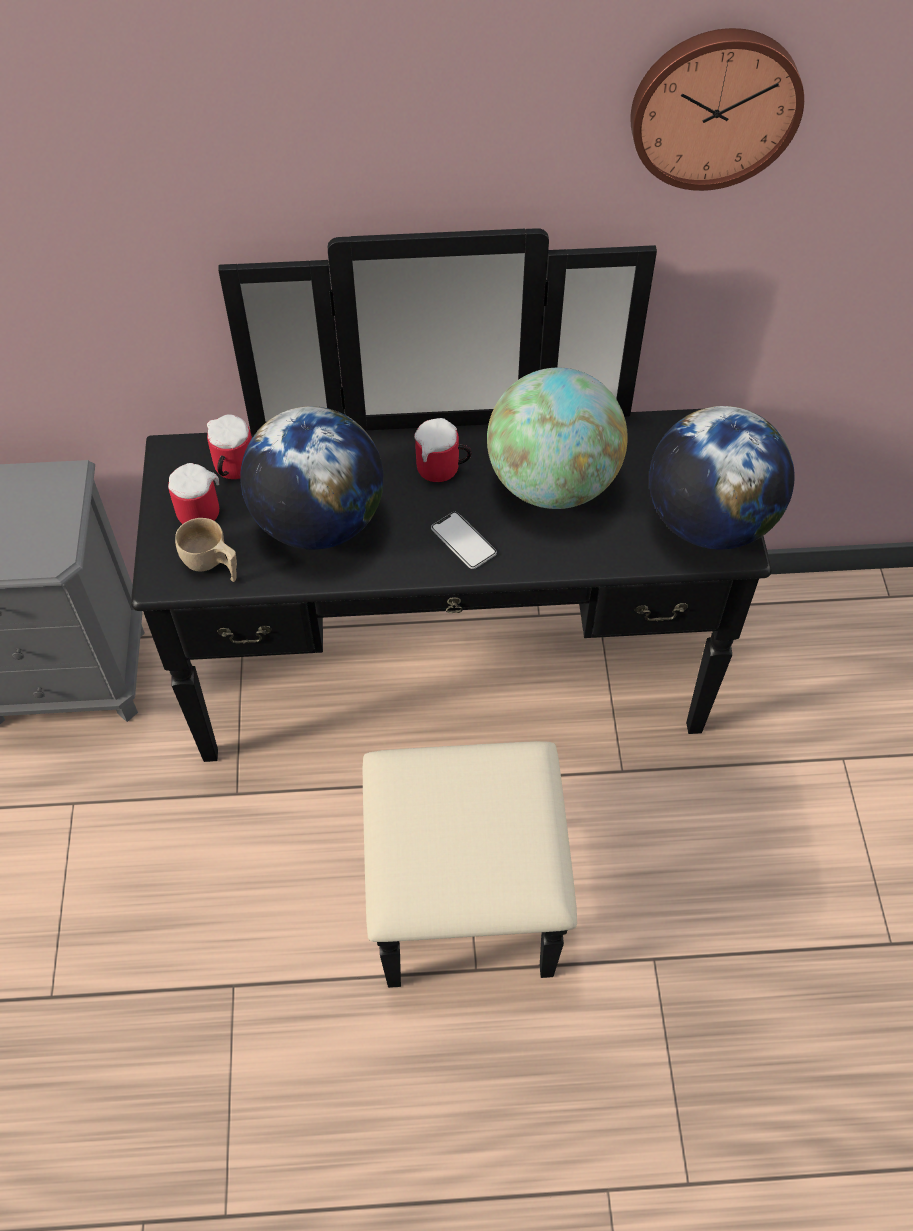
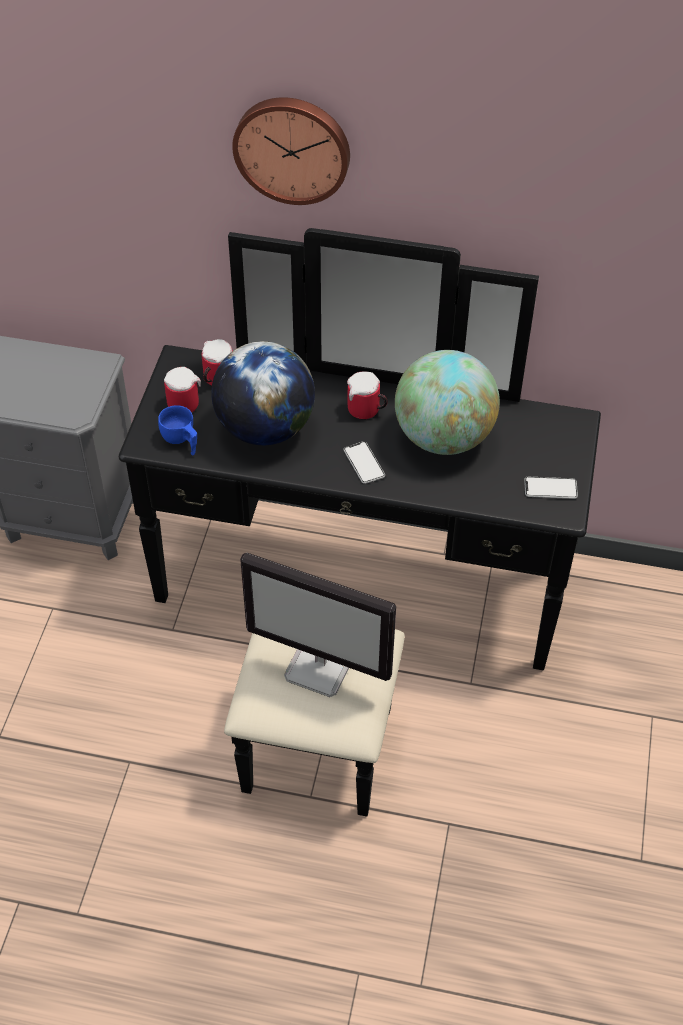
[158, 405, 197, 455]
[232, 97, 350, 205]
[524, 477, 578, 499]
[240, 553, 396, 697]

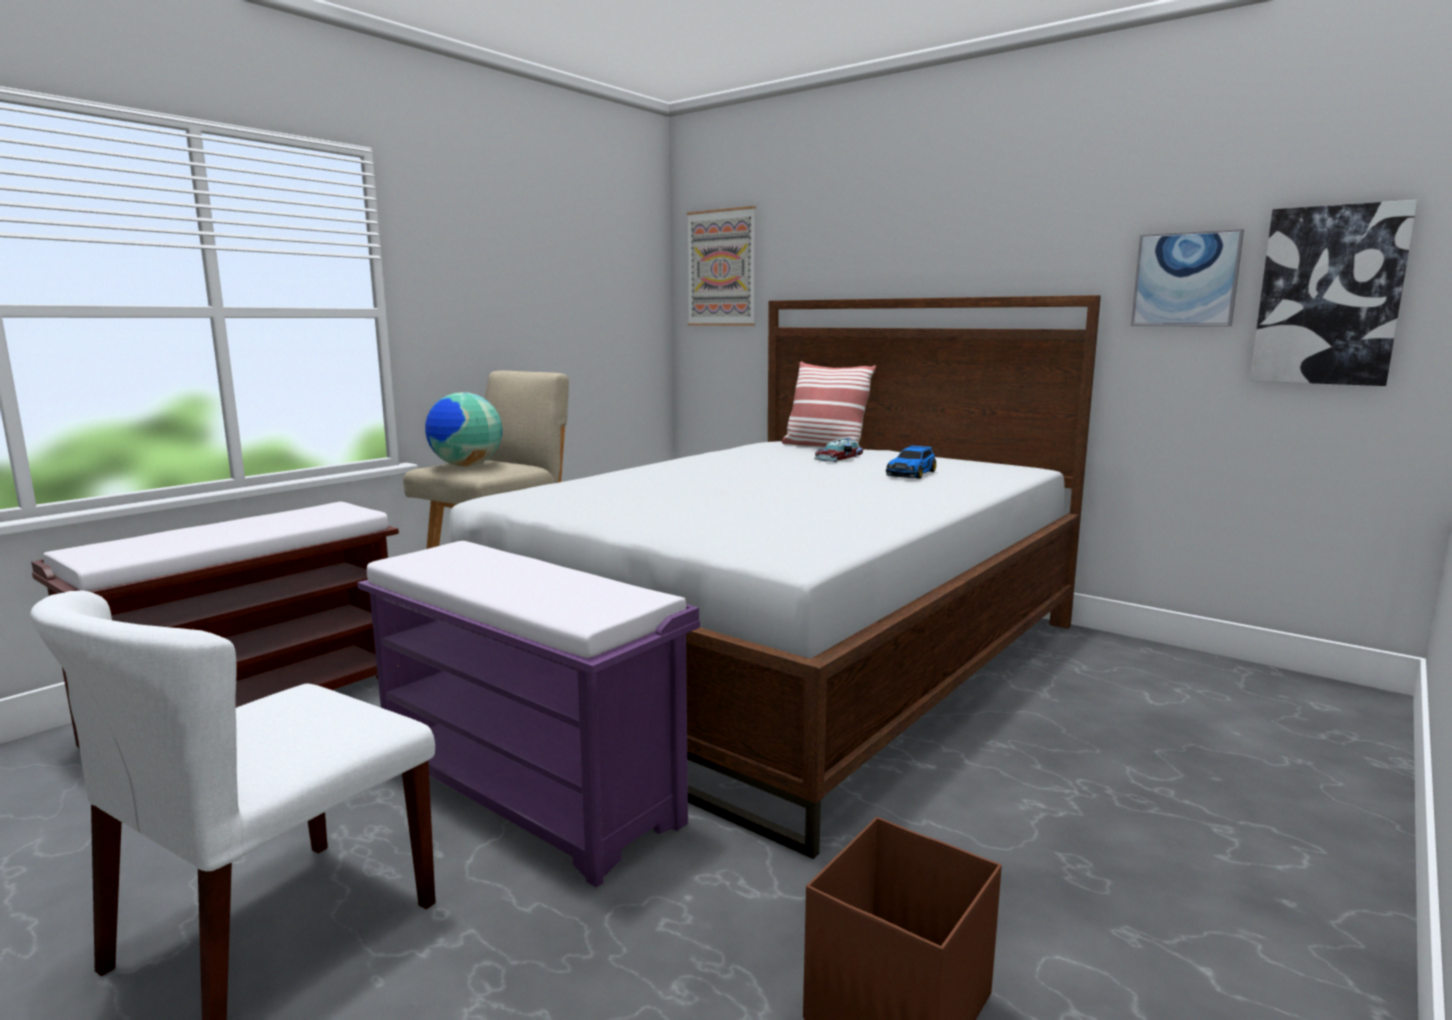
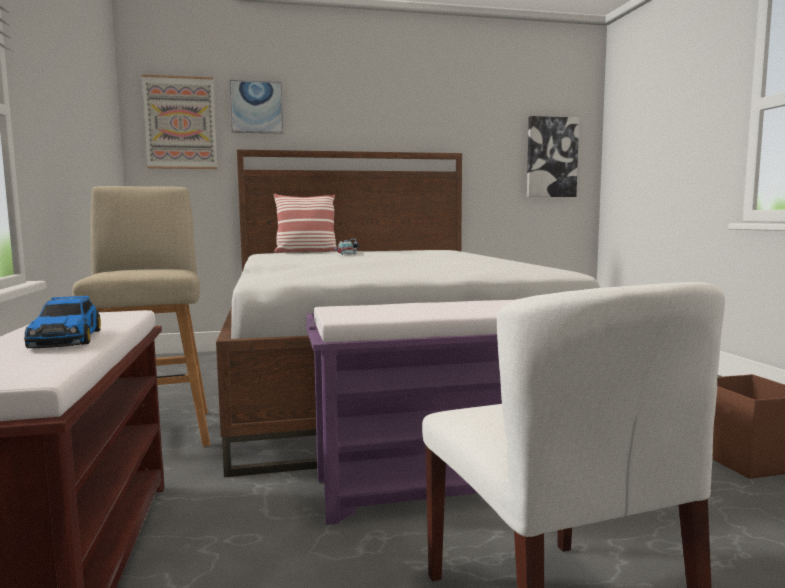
[425, 392, 502, 467] (first image)
[24, 296, 101, 348]
[230, 80, 283, 134]

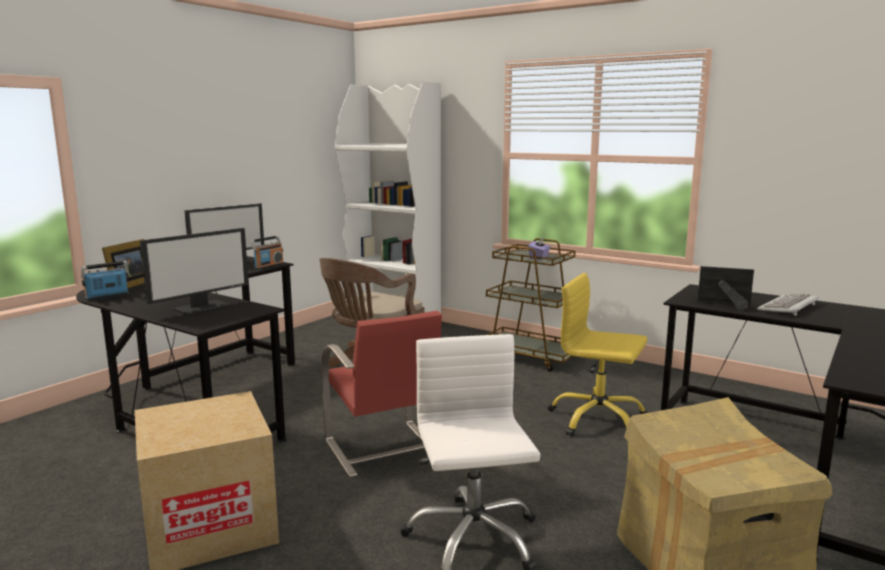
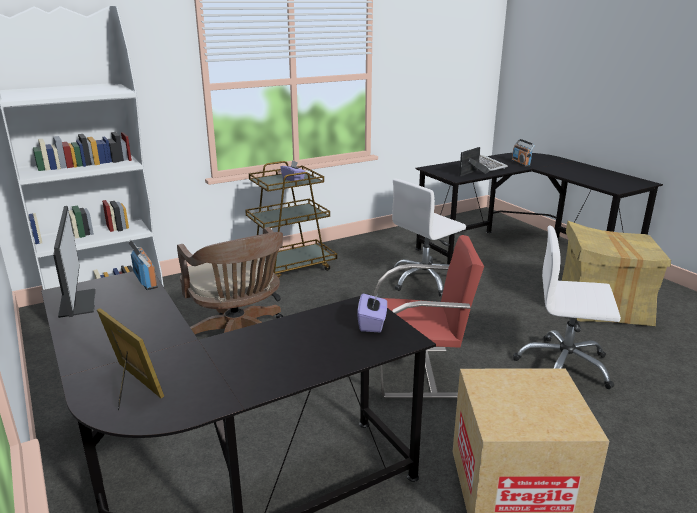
[511, 139, 535, 167]
[140, 228, 249, 315] (first image)
[391, 178, 466, 296]
[357, 291, 387, 332]

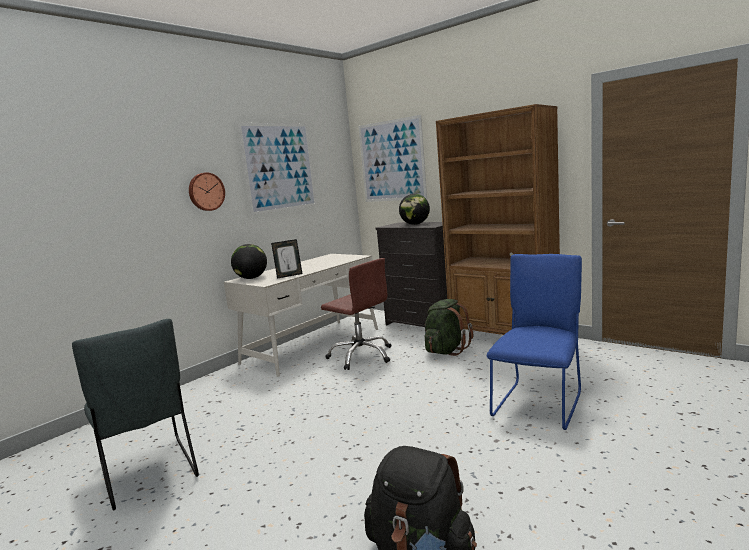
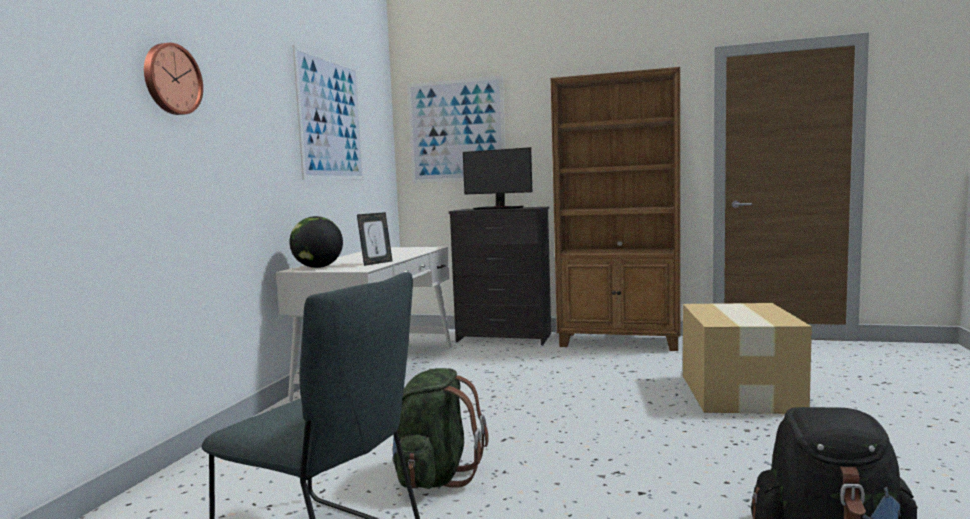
[144, 43, 203, 115]
[321, 258, 391, 370] (first image)
[463, 147, 532, 210]
[393, 368, 489, 489]
[683, 303, 812, 414]

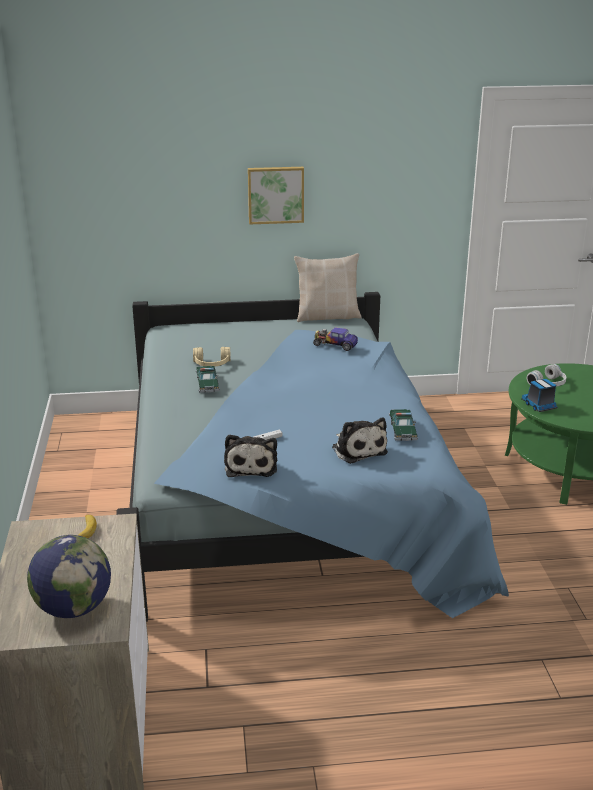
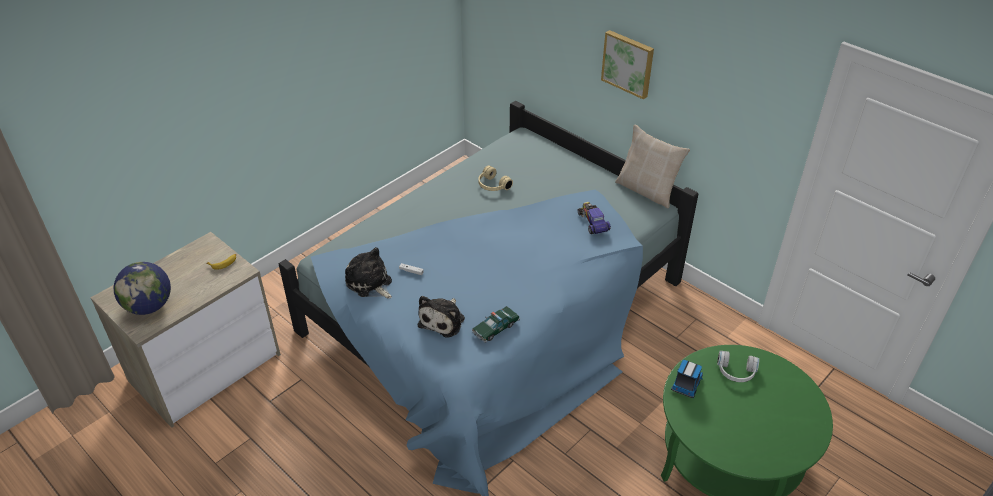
[196, 366, 220, 393] (first image)
[345, 247, 392, 299]

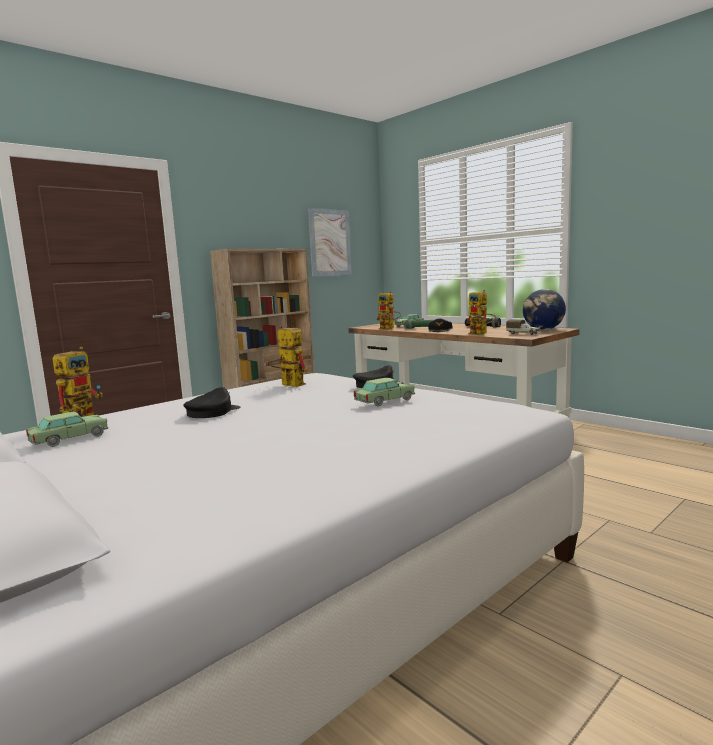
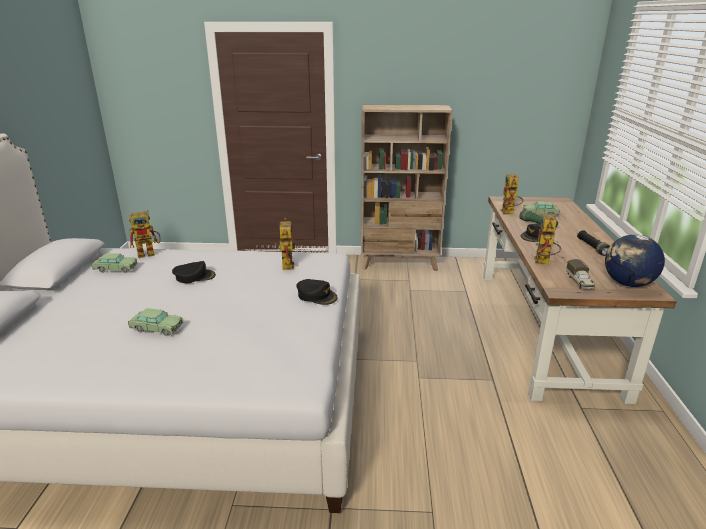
[308, 208, 352, 277] (first image)
[128, 308, 183, 336]

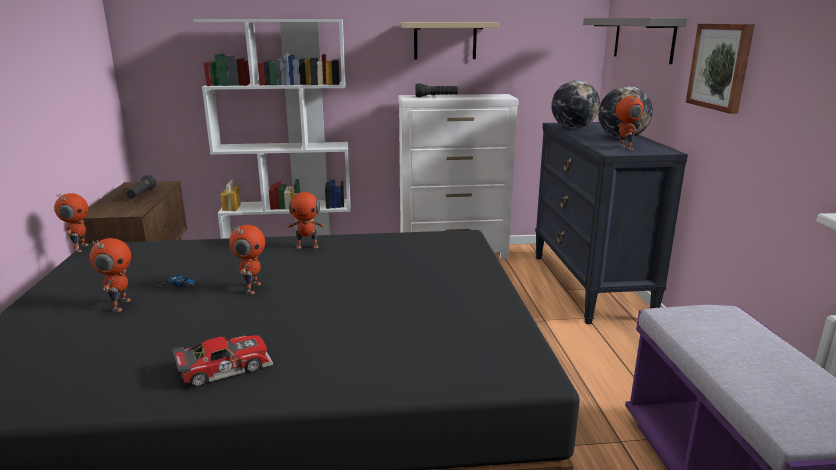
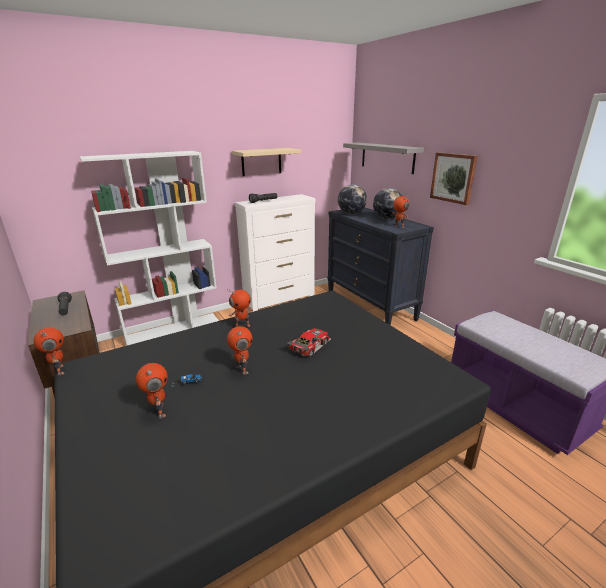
[288, 328, 331, 357]

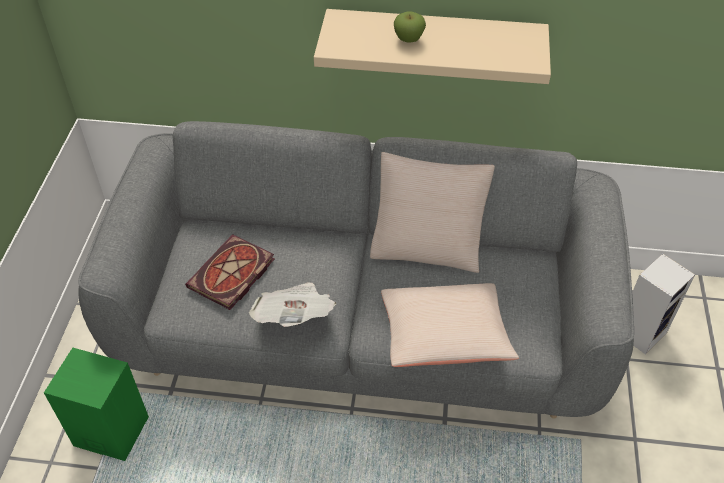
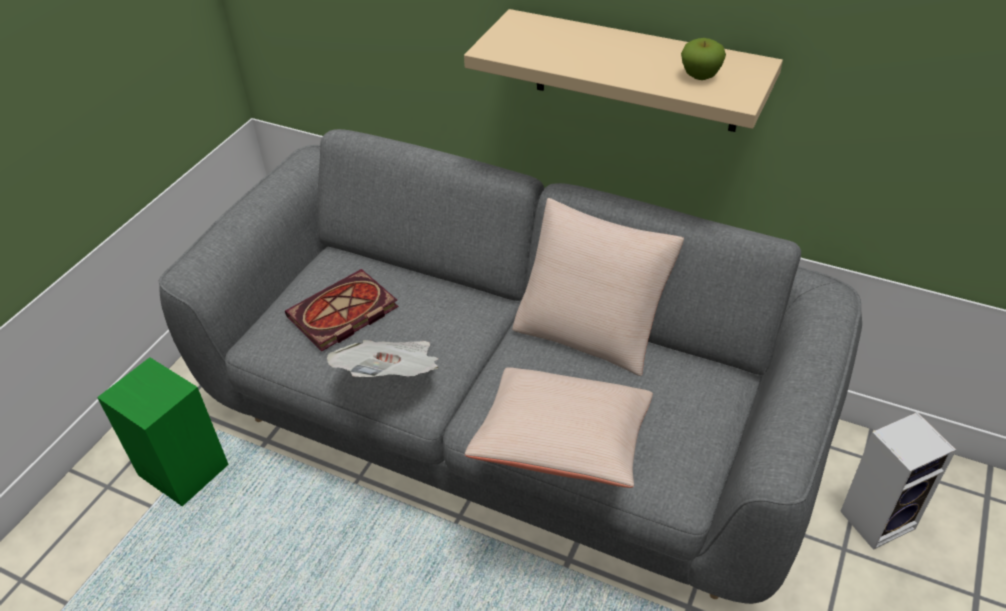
[681, 38, 726, 80]

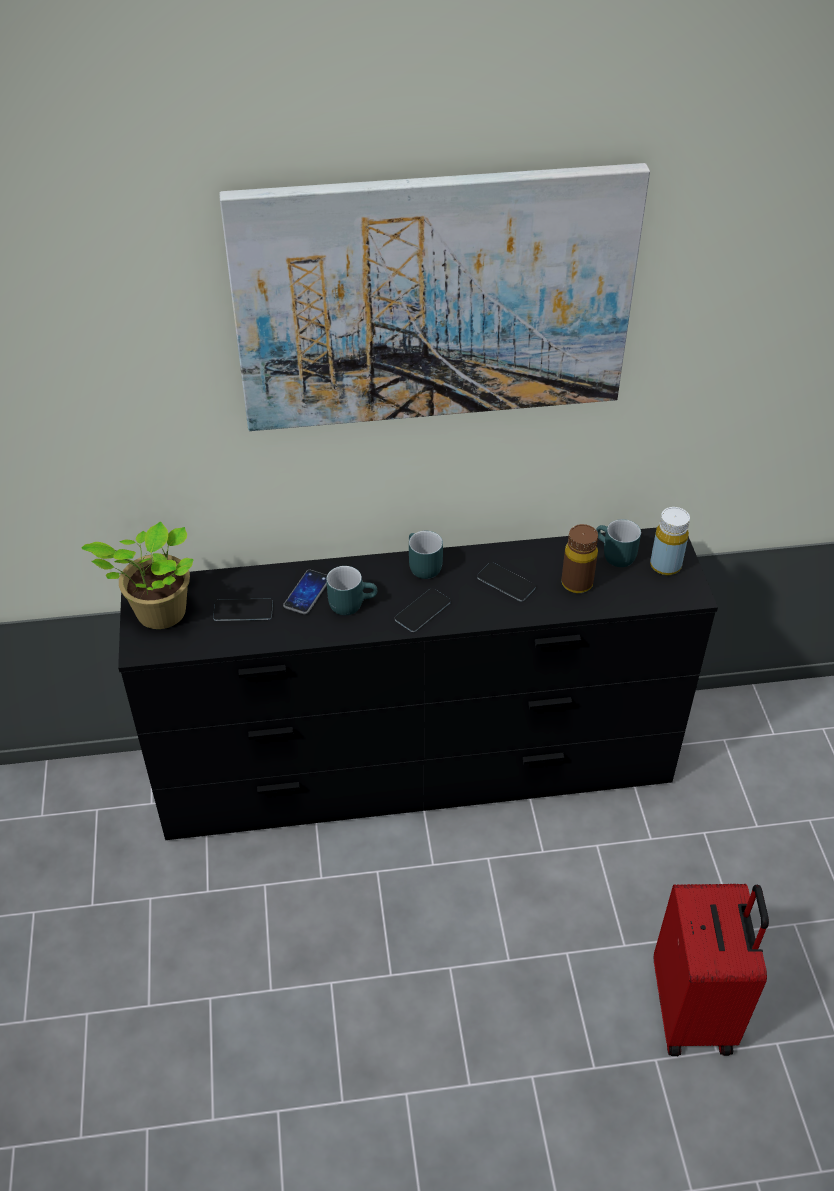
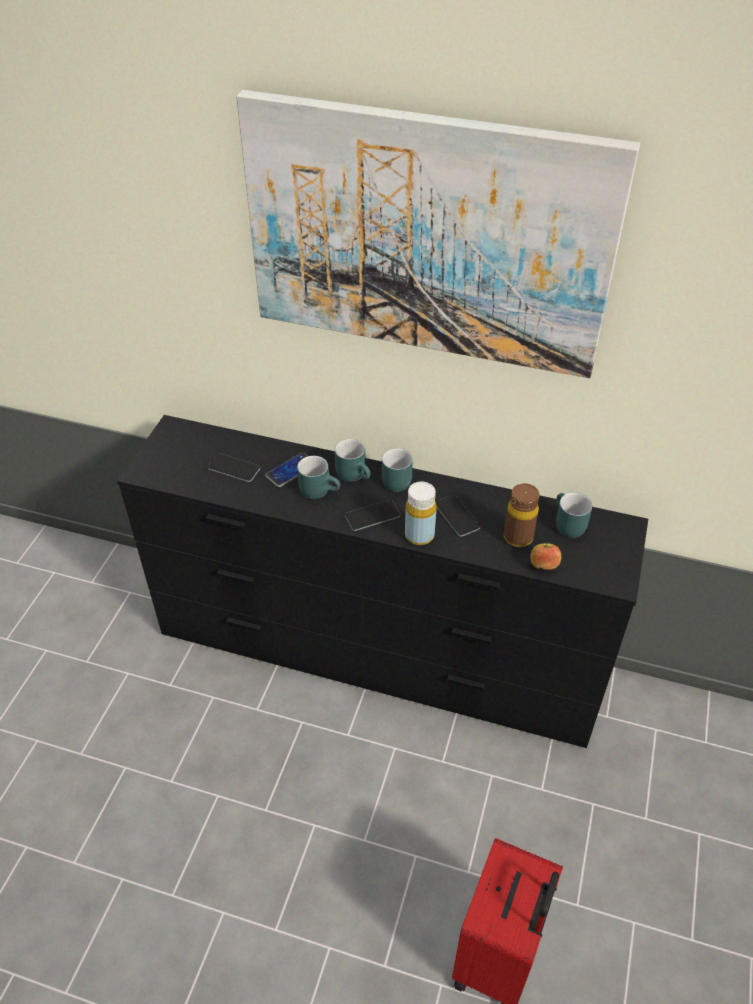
[81, 521, 194, 629] (first image)
[405, 482, 436, 545]
[335, 439, 370, 482]
[530, 542, 562, 570]

